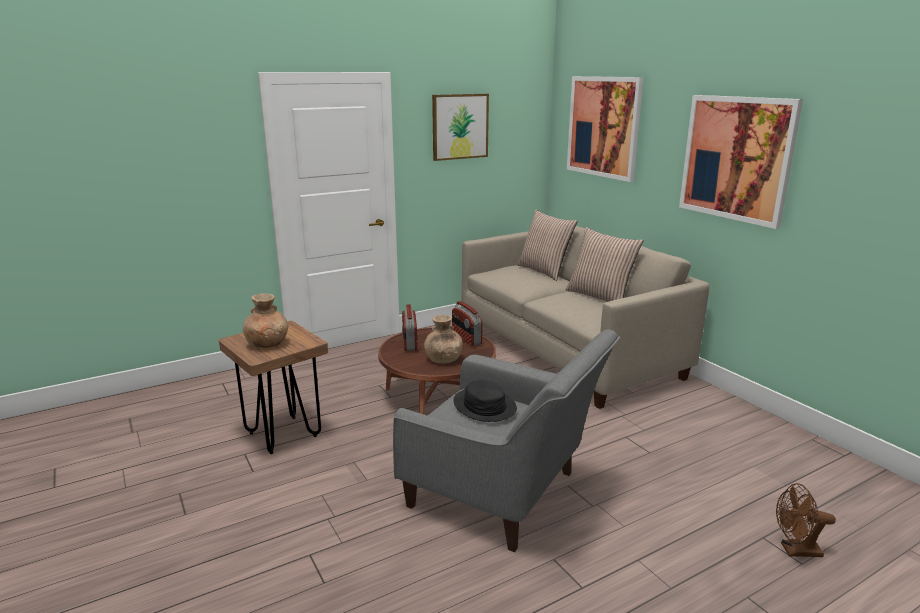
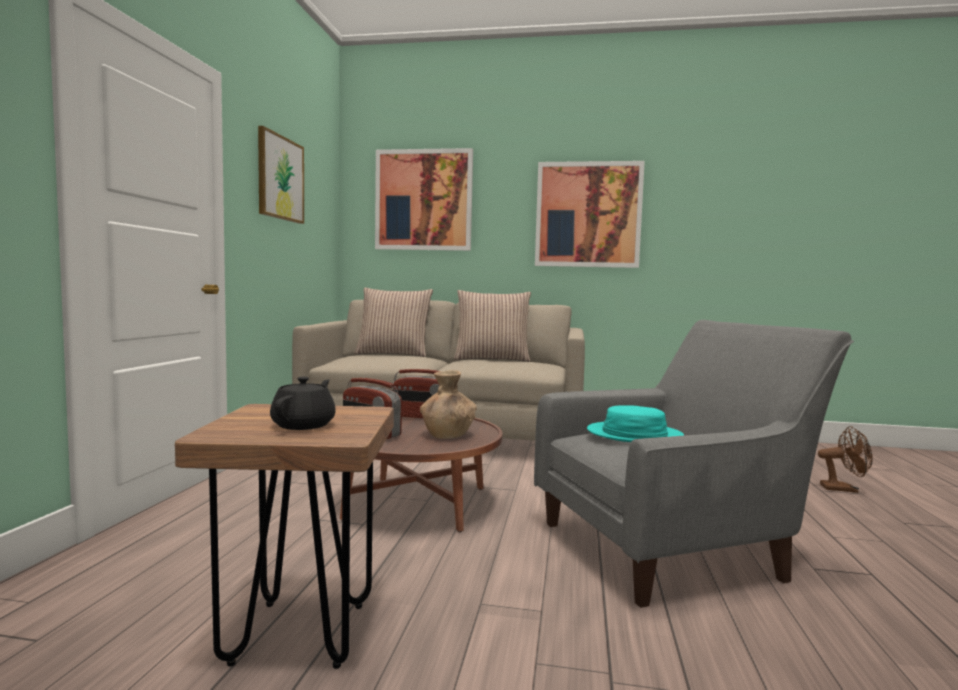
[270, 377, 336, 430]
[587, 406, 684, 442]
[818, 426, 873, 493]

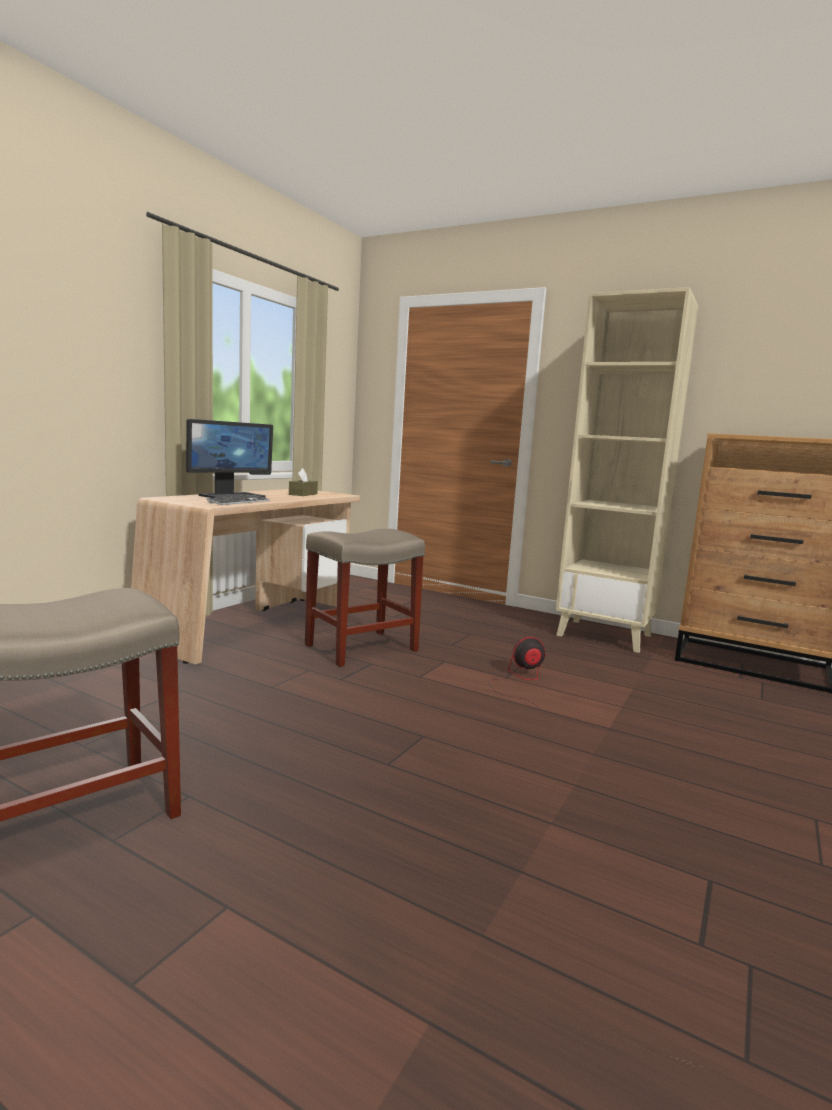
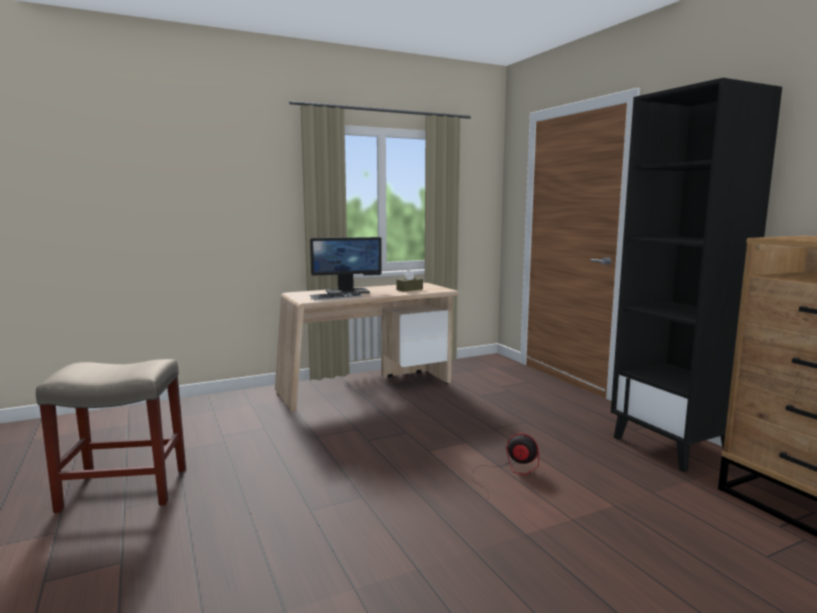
[305, 529, 425, 667] (first image)
[611, 78, 782, 472]

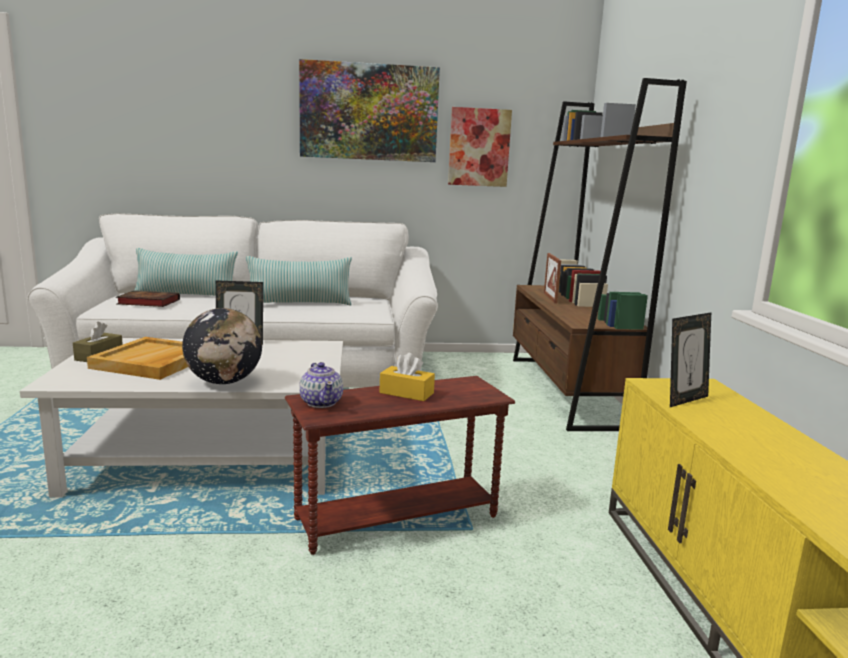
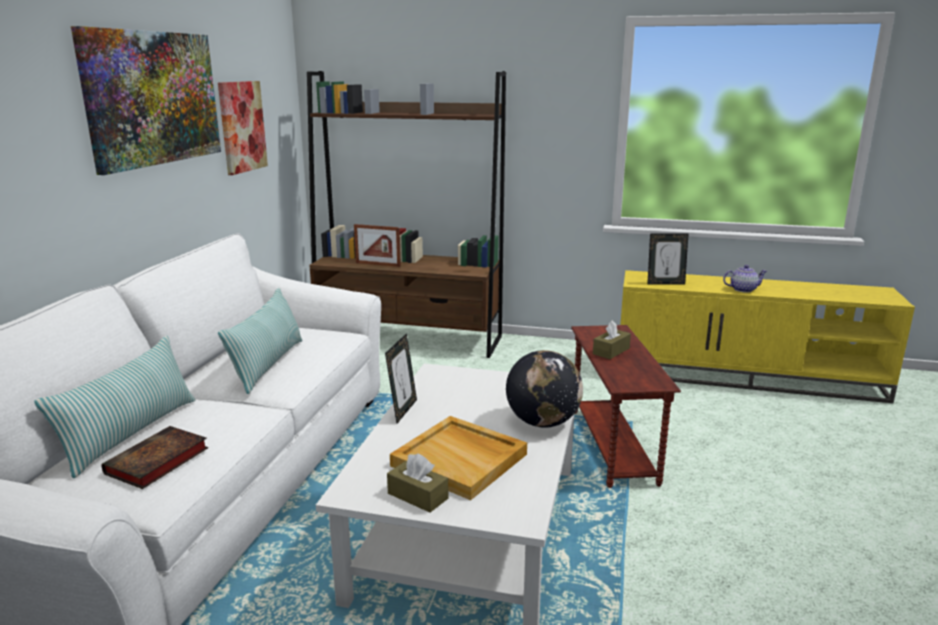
[723, 265, 767, 293]
[593, 320, 631, 359]
[647, 234, 689, 285]

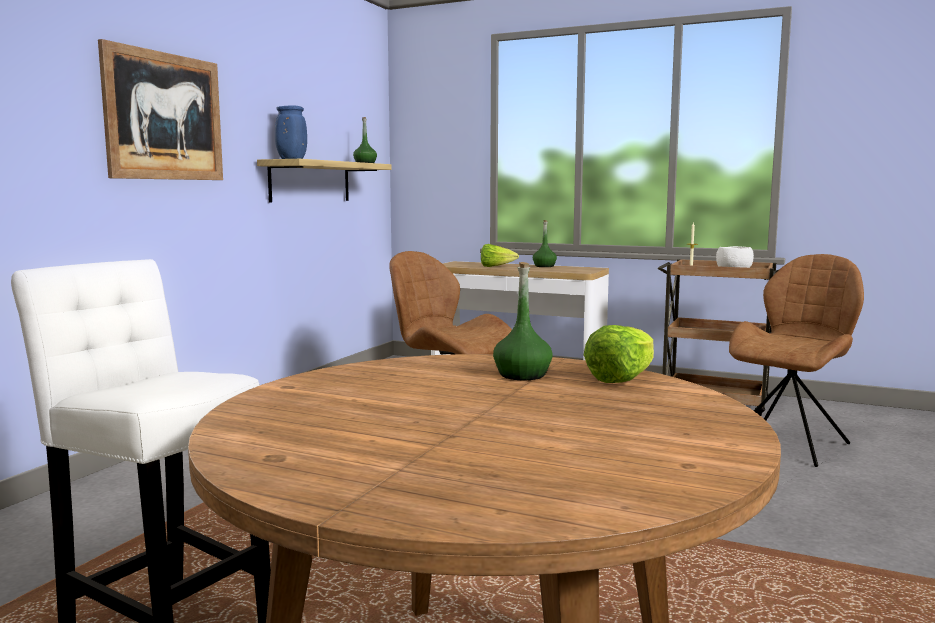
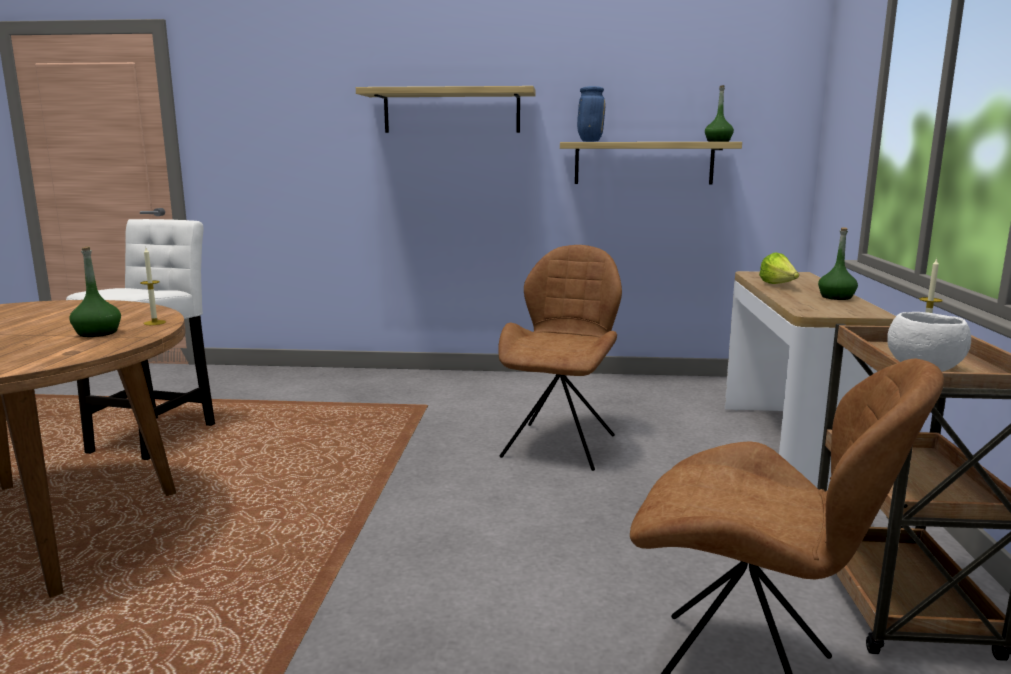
[356, 86, 536, 133]
[584, 325, 654, 383] (first image)
[140, 248, 166, 325]

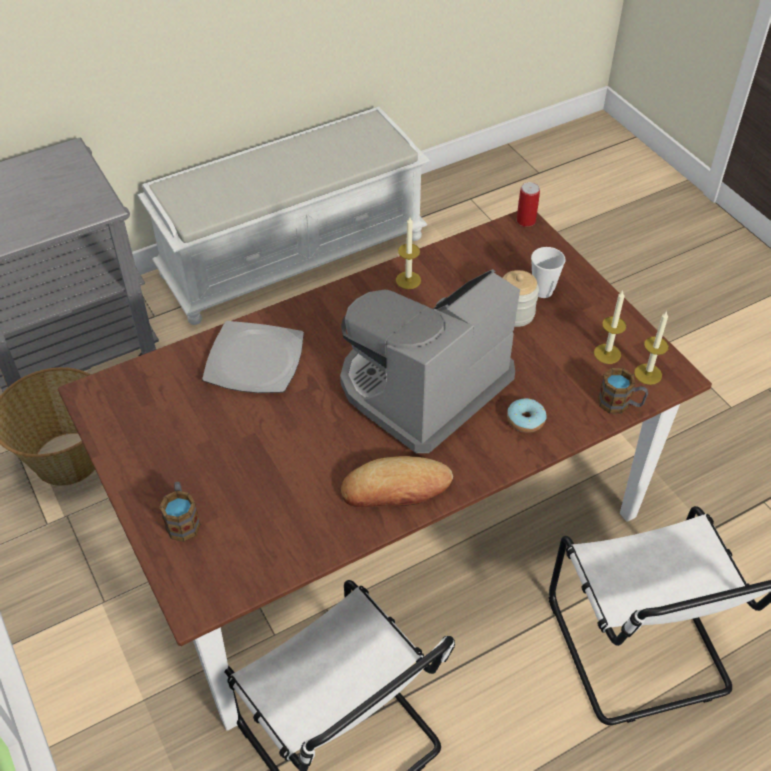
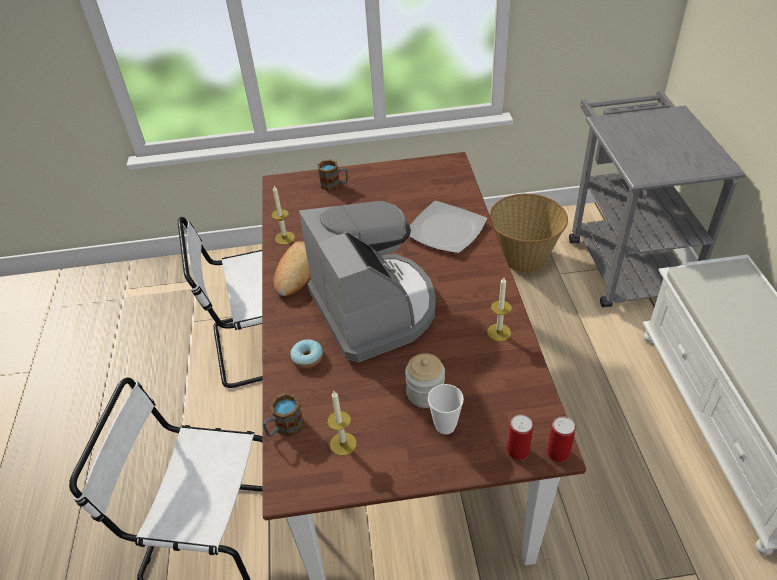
[271, 186, 295, 245]
[507, 415, 533, 460]

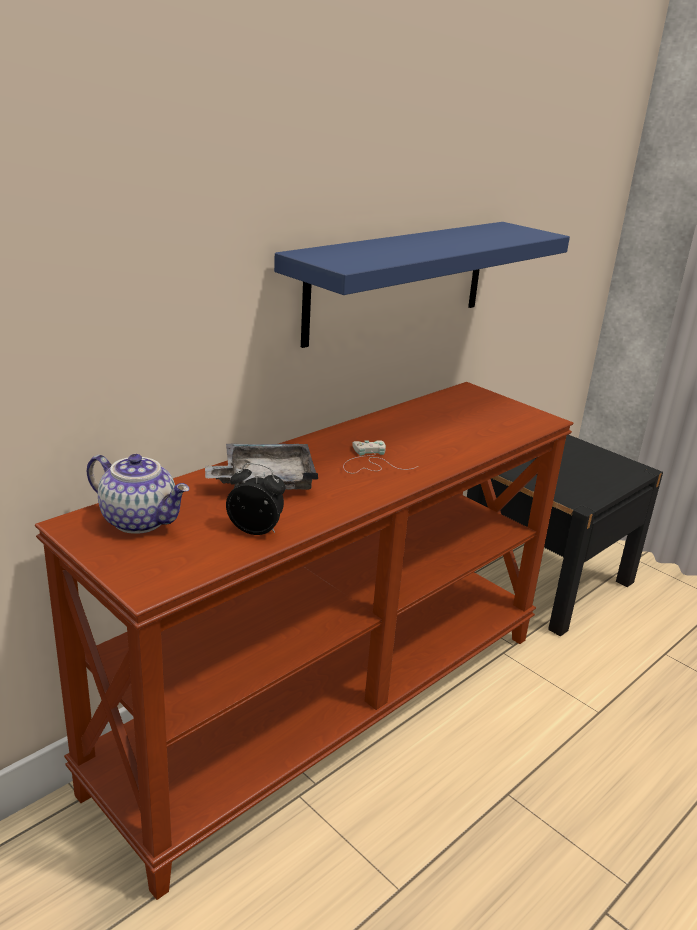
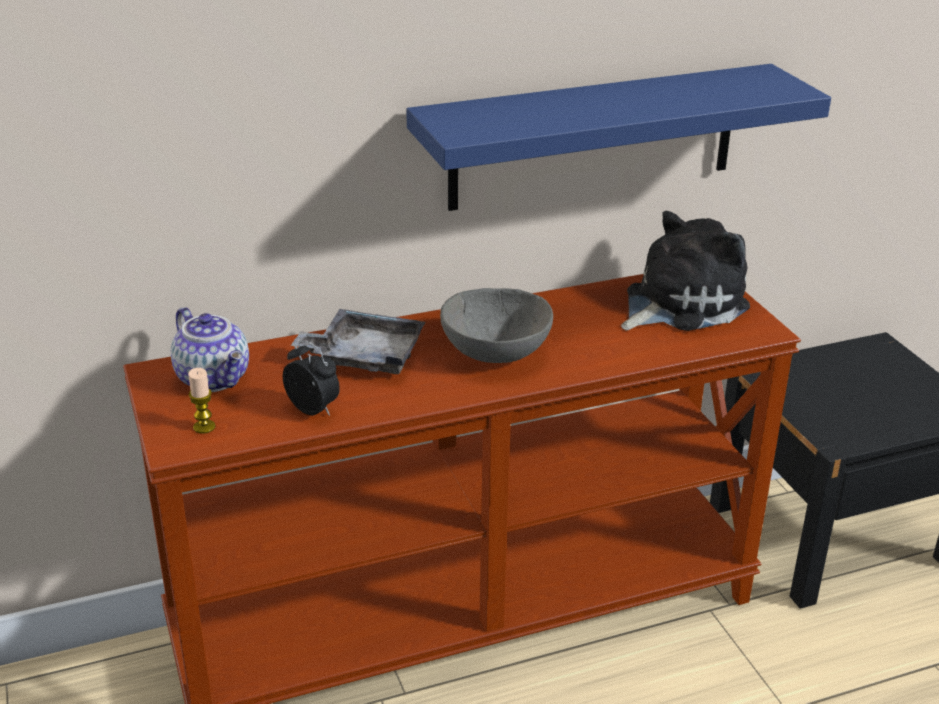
[440, 288, 553, 363]
[188, 368, 216, 434]
[621, 211, 750, 331]

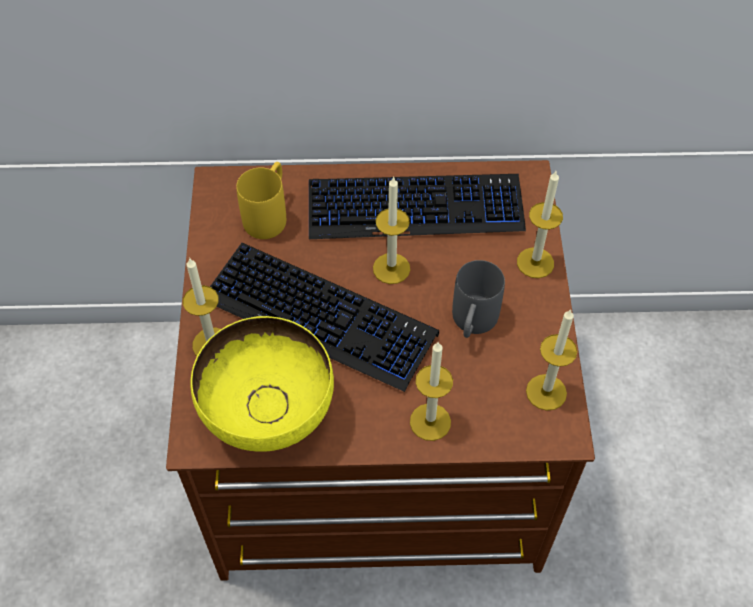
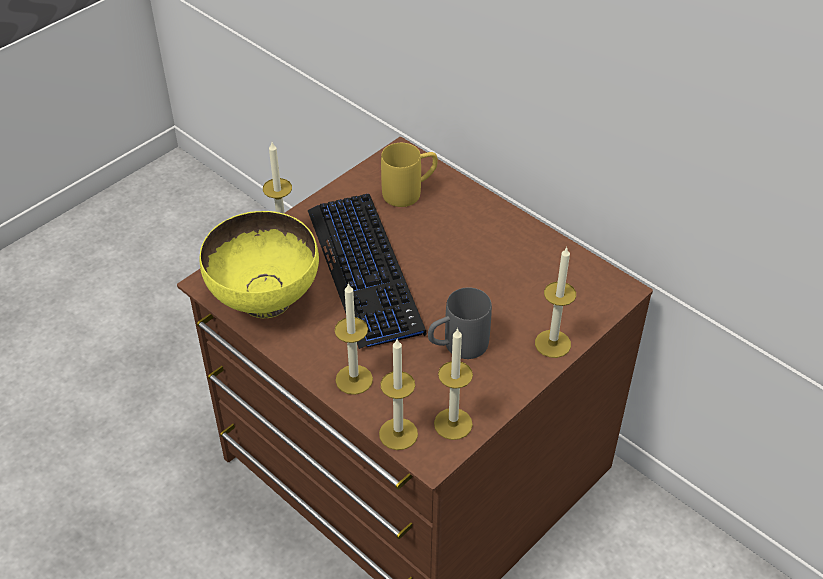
[309, 174, 526, 239] (first image)
[379, 338, 418, 450]

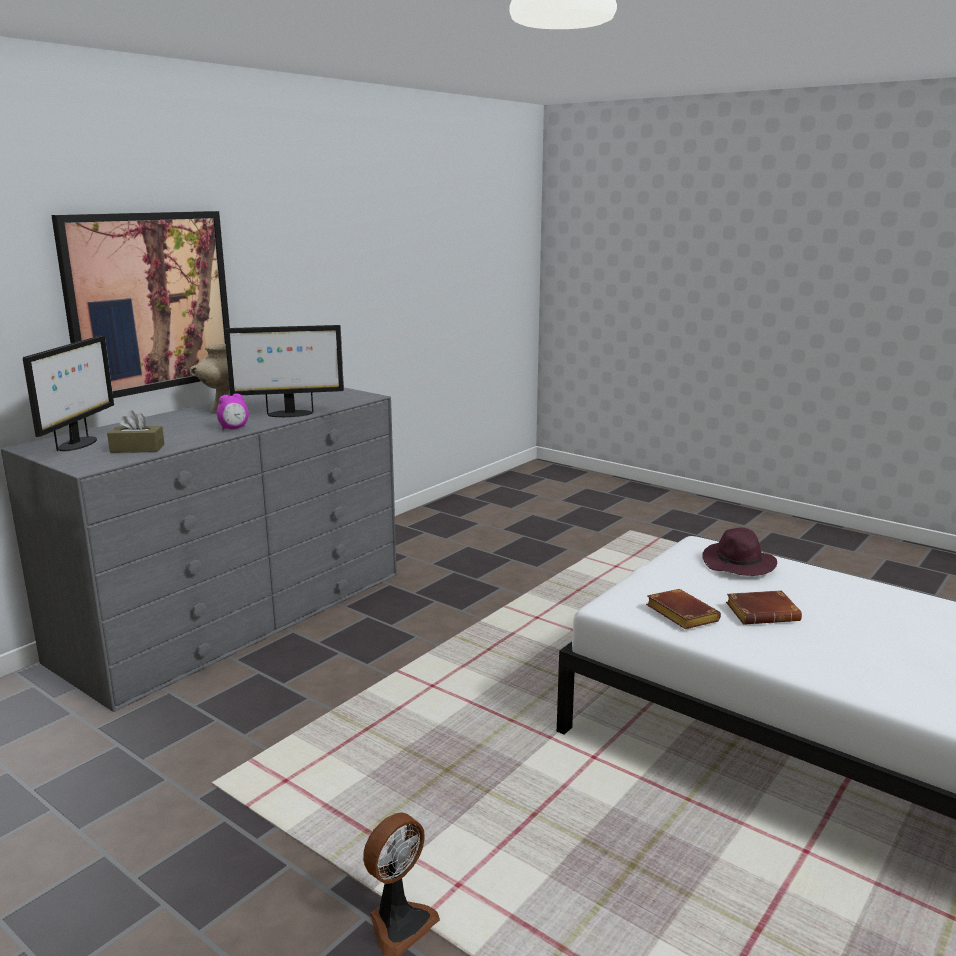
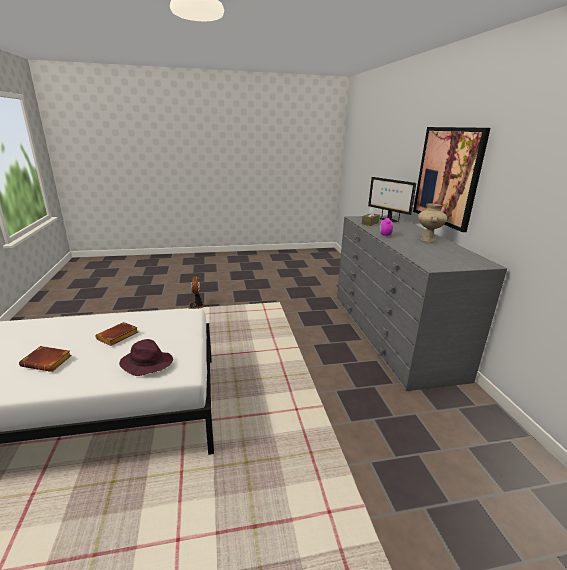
[224, 325, 344, 417] (first image)
[19, 346, 72, 372]

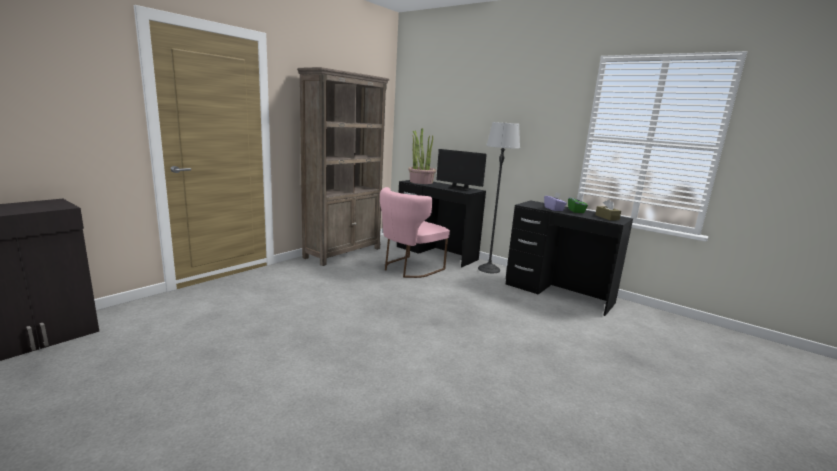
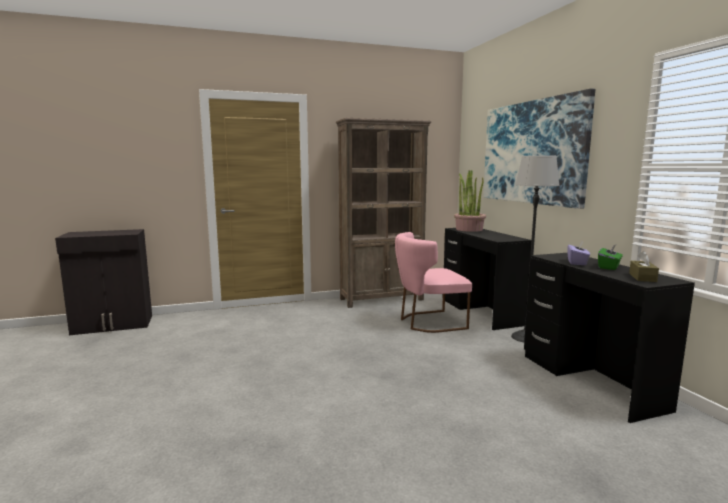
[436, 149, 487, 191] (first image)
[483, 89, 595, 209]

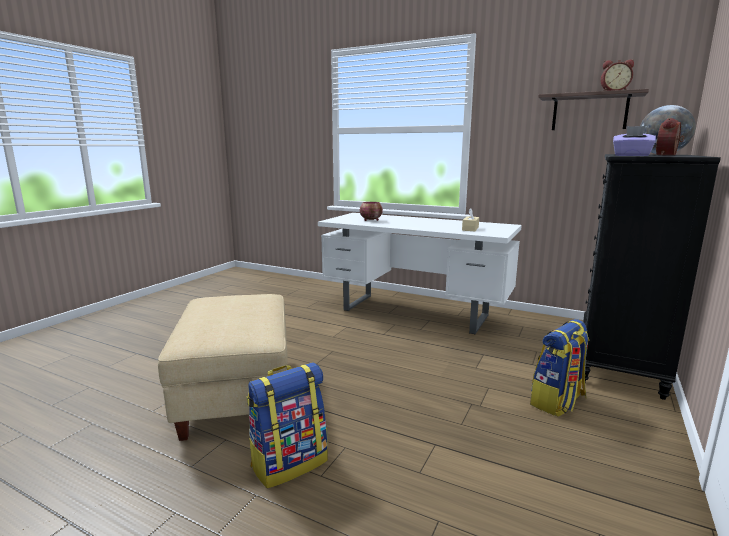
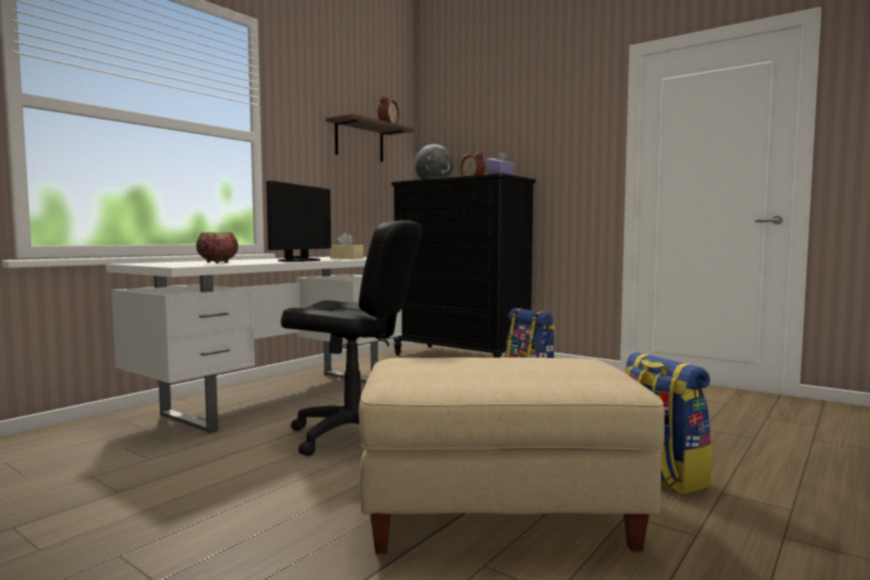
[266, 180, 331, 262]
[281, 220, 422, 456]

